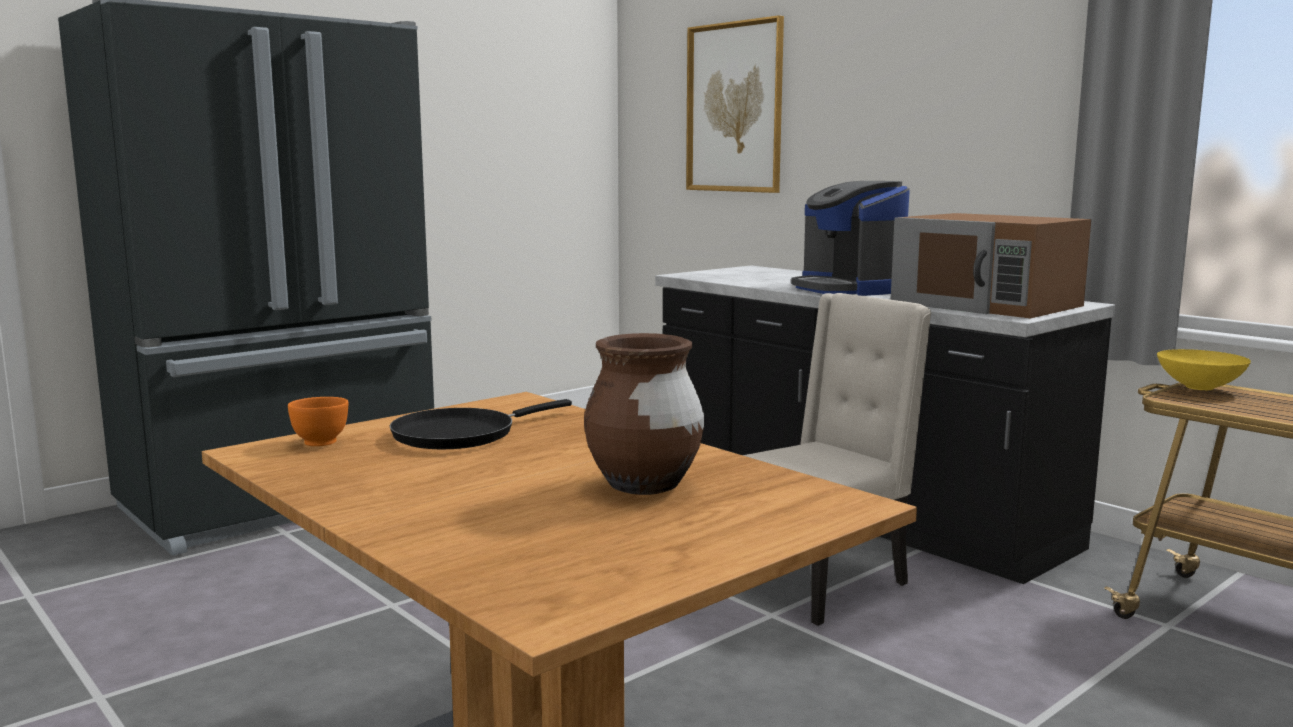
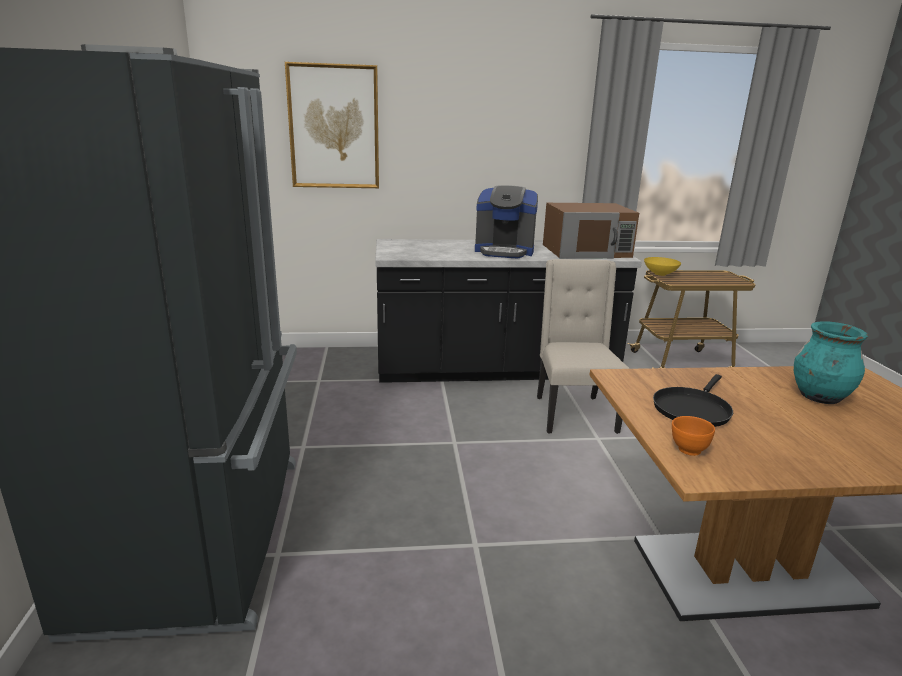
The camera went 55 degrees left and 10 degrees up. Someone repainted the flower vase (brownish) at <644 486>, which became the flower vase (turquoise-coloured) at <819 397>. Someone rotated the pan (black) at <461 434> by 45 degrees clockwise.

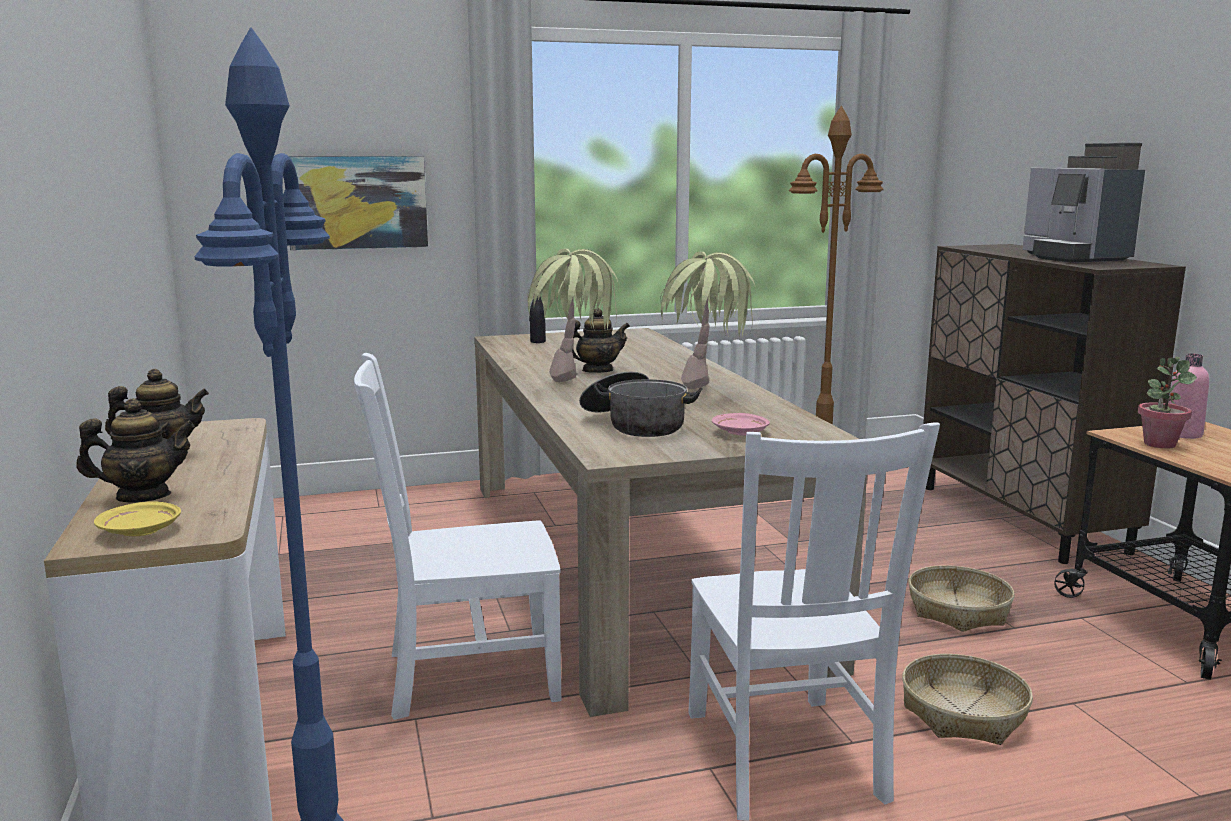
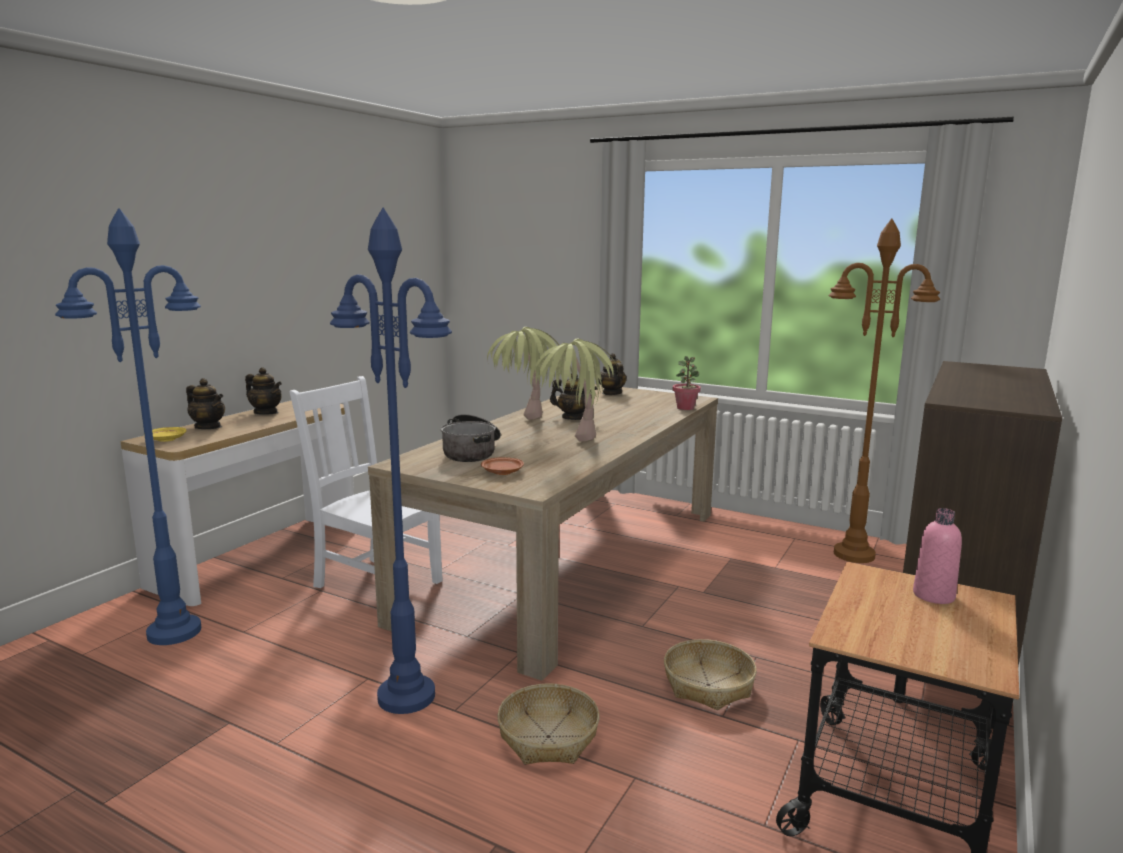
The camera went 45 degrees right and 0 degrees up. Someone took away the wall picture at <357 202>. Someone took away the coffee brewer at <1073 257>. Someone carried the houseplant from <1159 444> to <685 408>. Someone swapped the beverage bottle (black) at <537 341> for the tea pot at <611 393>. Someone swapped the chair (white-coloured) at <785 759> for the floor lamp (blue) at <405 696>. Someone repainted the dinner plate (pink-coloured) at <740 432>, which became the dinner plate (brownish) at <502 472>.

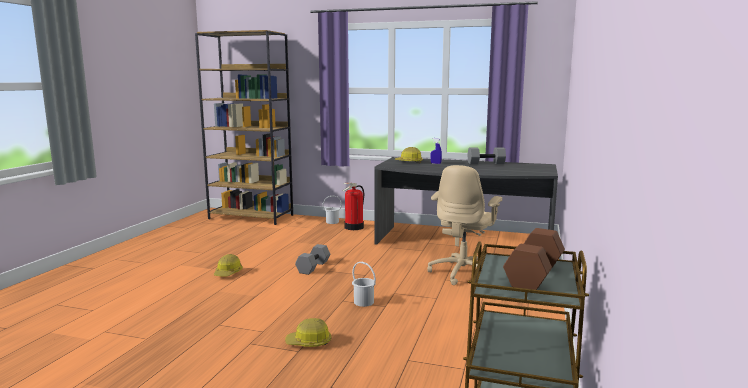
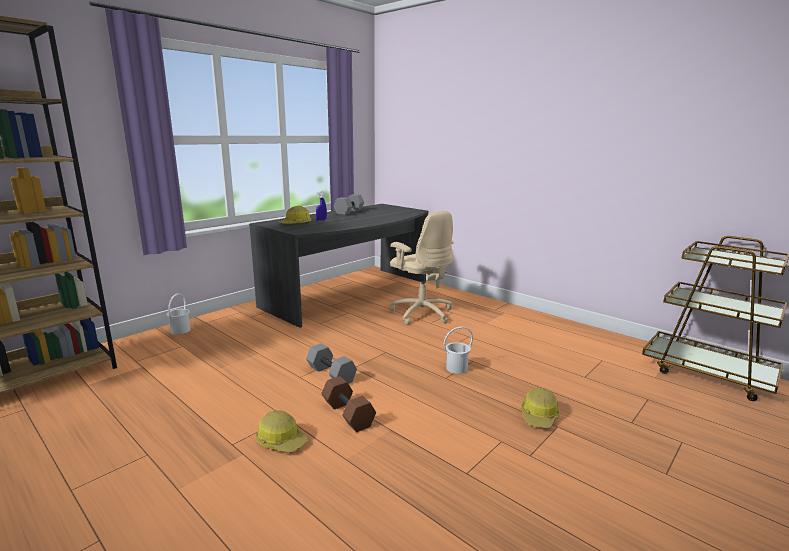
The camera went 65 degrees left and 5 degrees up. Someone took away the extinguisher at <354 227>. Someone carried the dumbbell (brownish) from <533 275> to <347 414>.

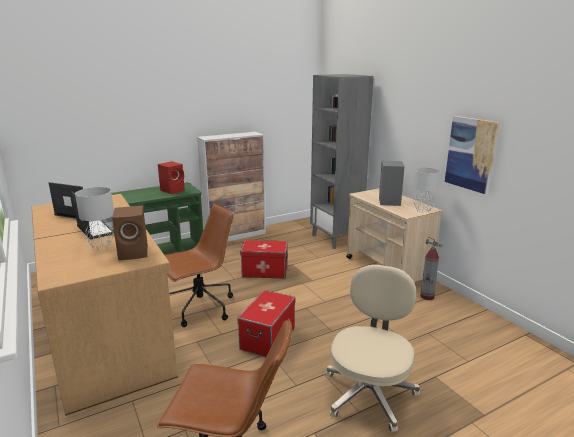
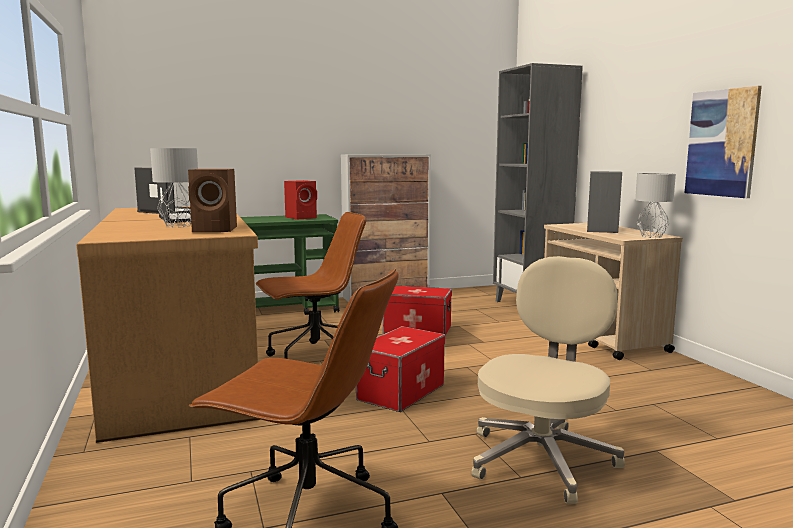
The camera went 10 degrees right and 10 degrees down. Someone took away the extinguisher at <427 296>.

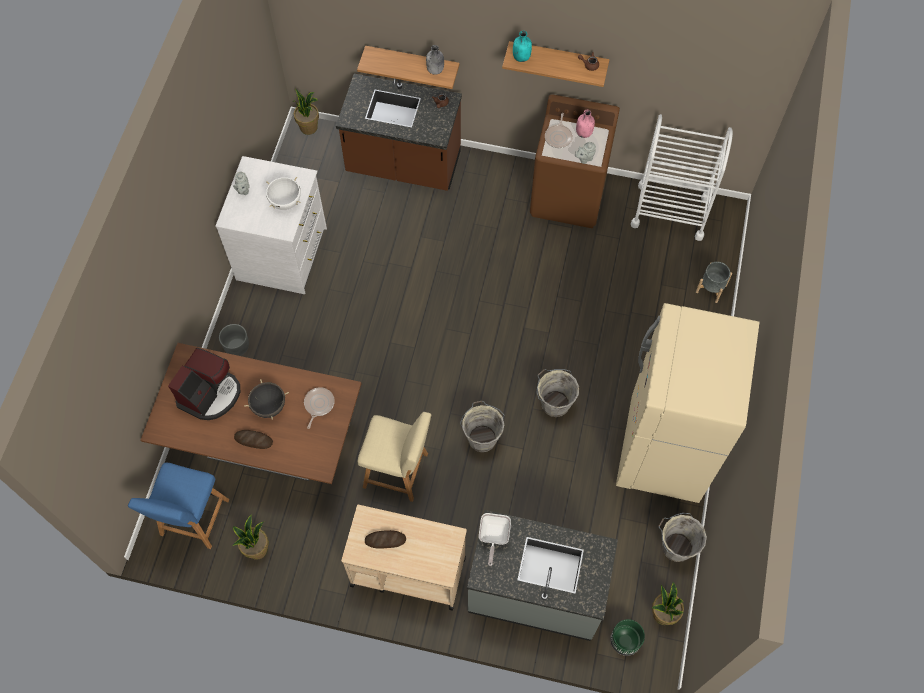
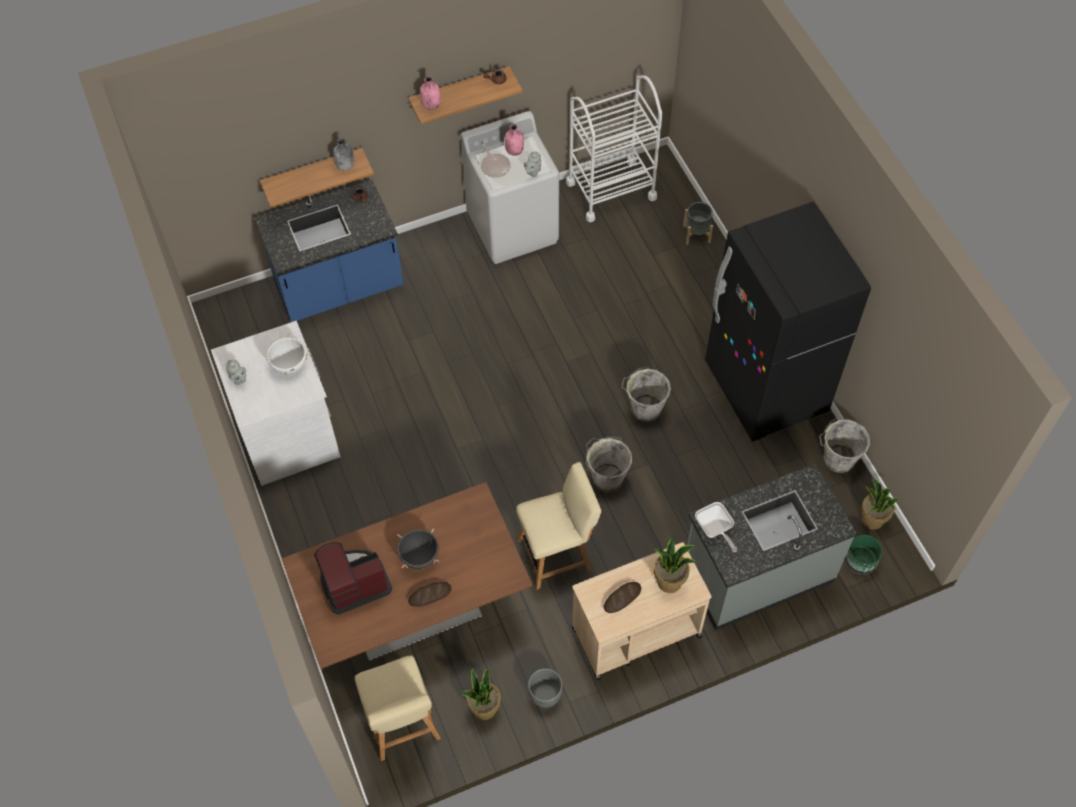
The camera went 35 degrees left and 5 degrees down. Someone took away the pan at <318 405>. Someone carried the flower pot (grey) from <237 346> to <545 694>. Someone carried the houseplant from <309 127> to <669 581>. Someone repainted the chair (blue) at <193 521>, which became the chair (sand-coloured) at <402 725>. Someone repainted the counter (brownish) at <403 165>, which became the counter (blue) at <339 287>. Someone repainted the beverage bottle (turquoise-coloured) at <521 57>, which became the beverage bottle (pink-coloured) at <431 105>. Someone repainted the washing machine (brownish) at <568 196>, which became the washing machine (white-coloured) at <513 228>. Someone repainted the refrigerator (sand-coloured) at <663 450>, which became the refrigerator (black) at <765 389>. Someone rotated the coffee brewer at <210 394> by 105 degrees counterclockwise.

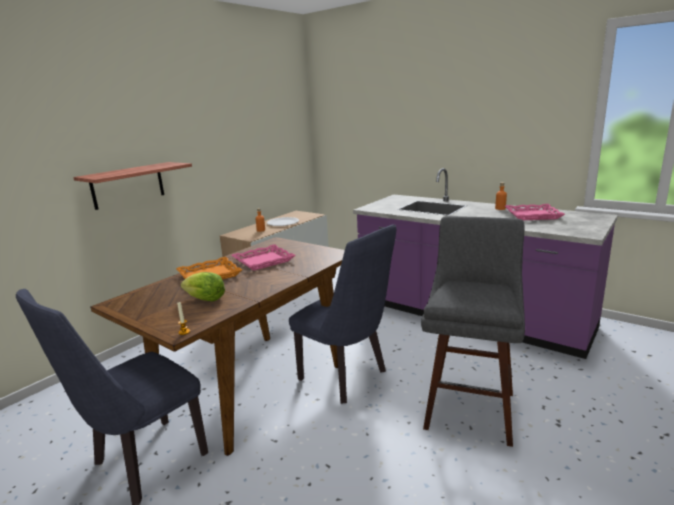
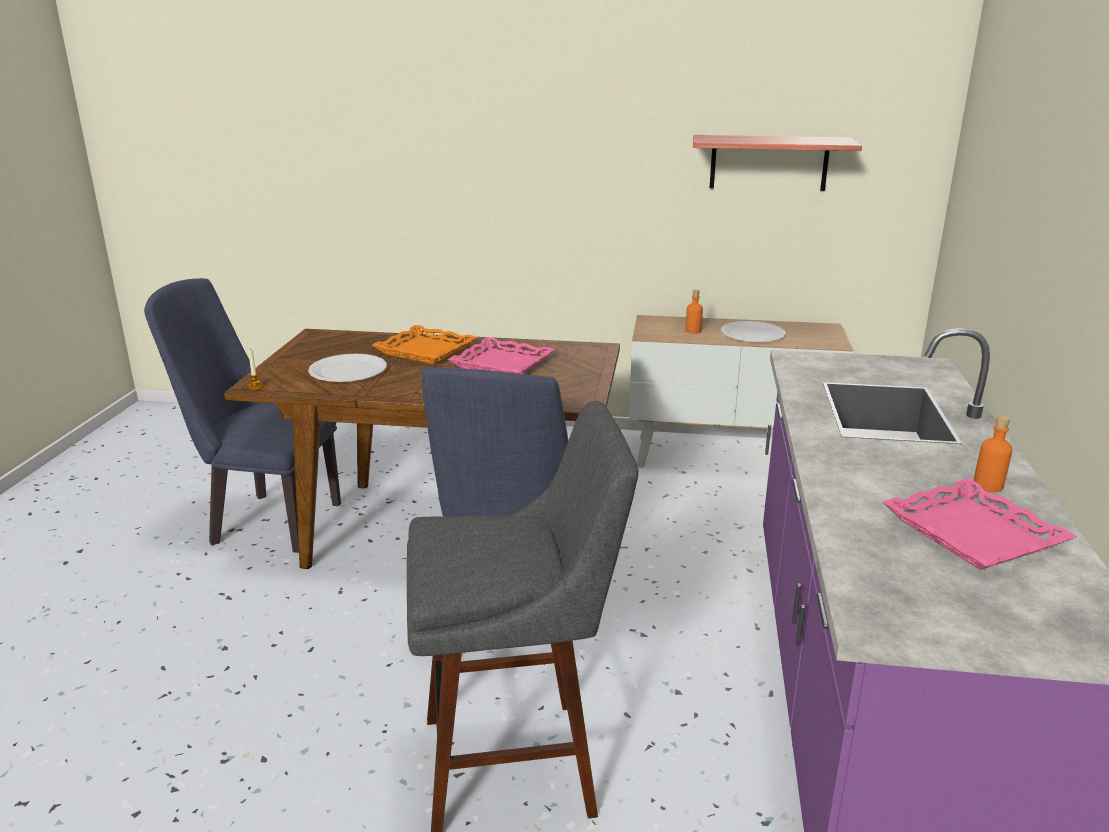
The camera went 60 degrees right and 5 degrees up. Someone carried the bracket shelf from <128 185> to <769 162>. Someone swapped the lettuce at <205 299> for the dinner plate (white-coloured) at <348 371>.

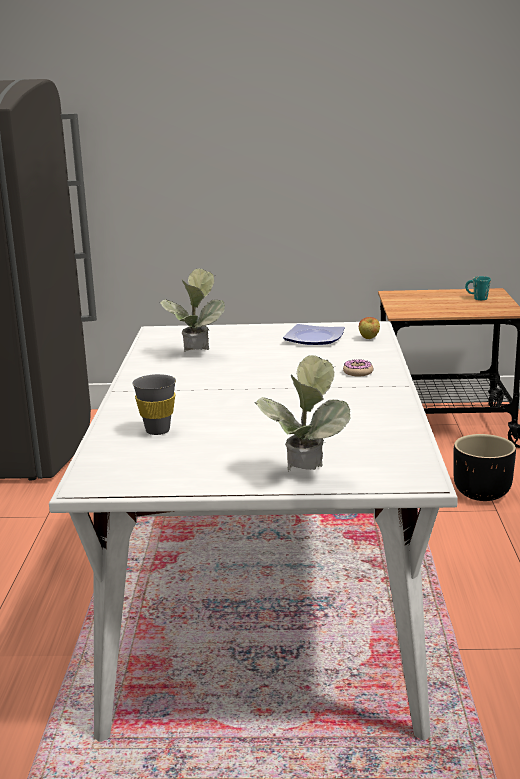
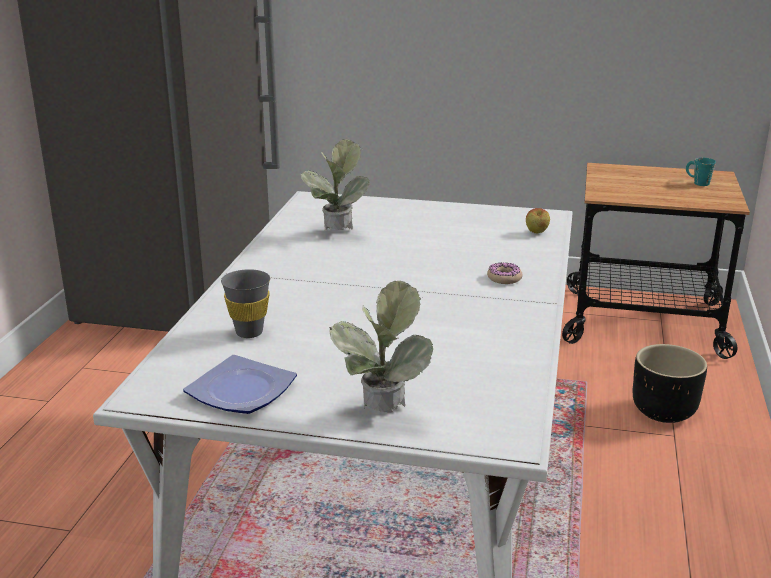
The camera went 10 degrees right and 5 degrees up. Someone carried the dinner plate from <313 338> to <241 390>.

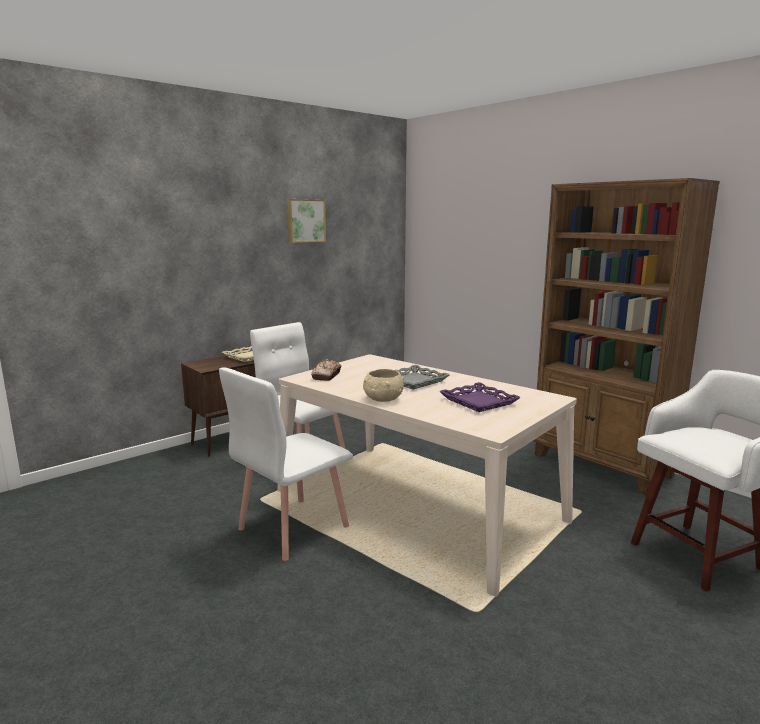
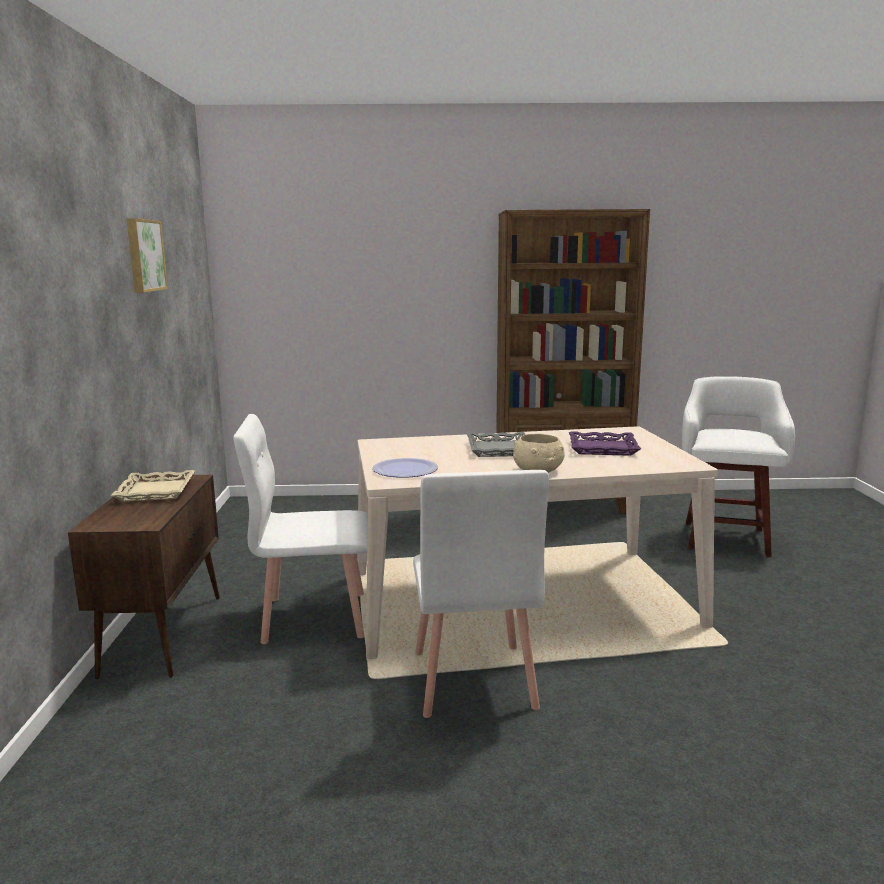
The camera went 50 degrees left and 0 degrees up. Someone swapped the bakery bread at <327 375> for the dinner plate at <405 470>.

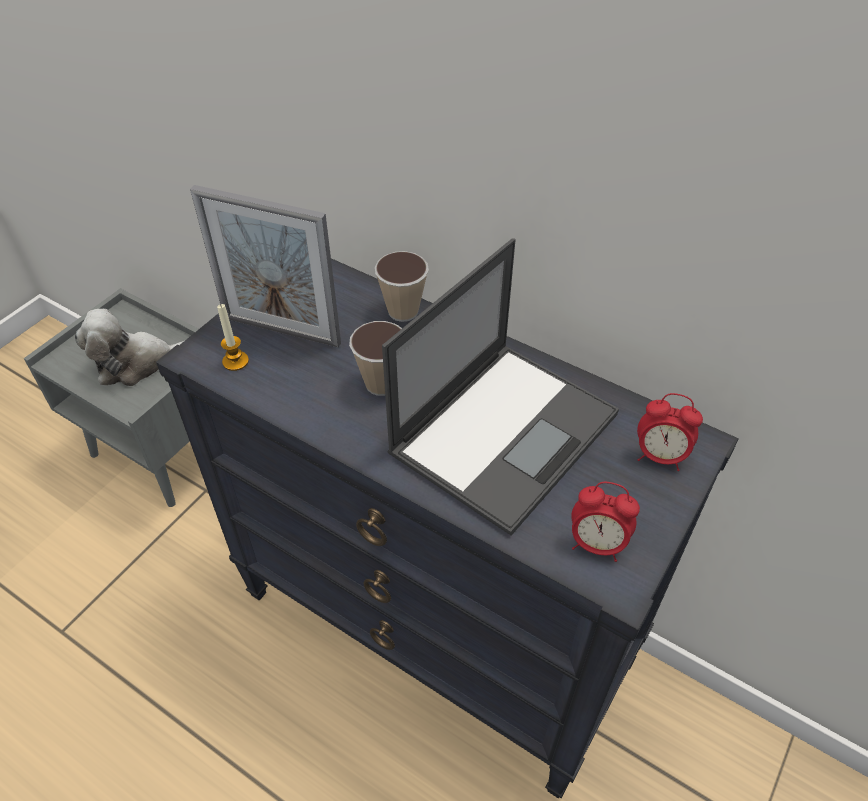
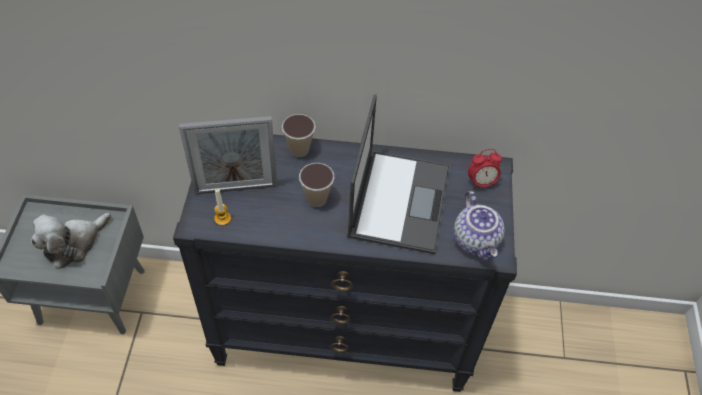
The camera went 30 degrees left and 5 degrees up. Someone swapped the alarm clock at <596 544> for the tea pot at <477 241>.

